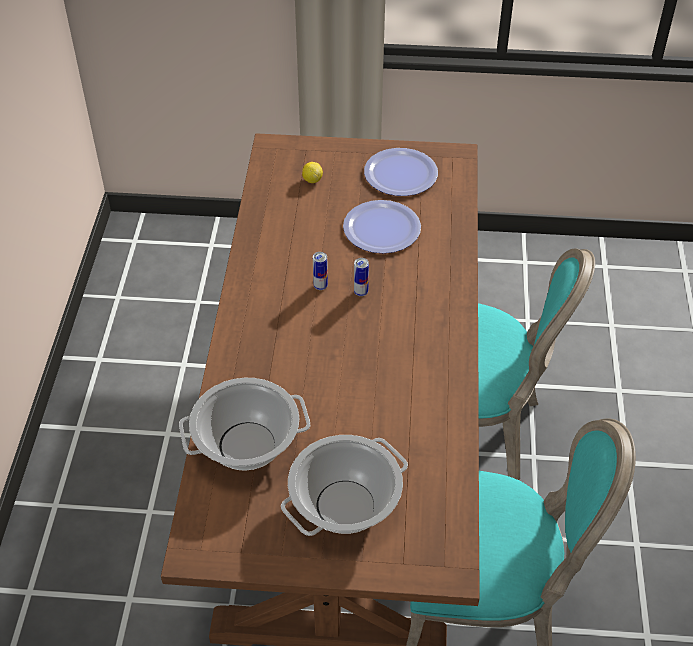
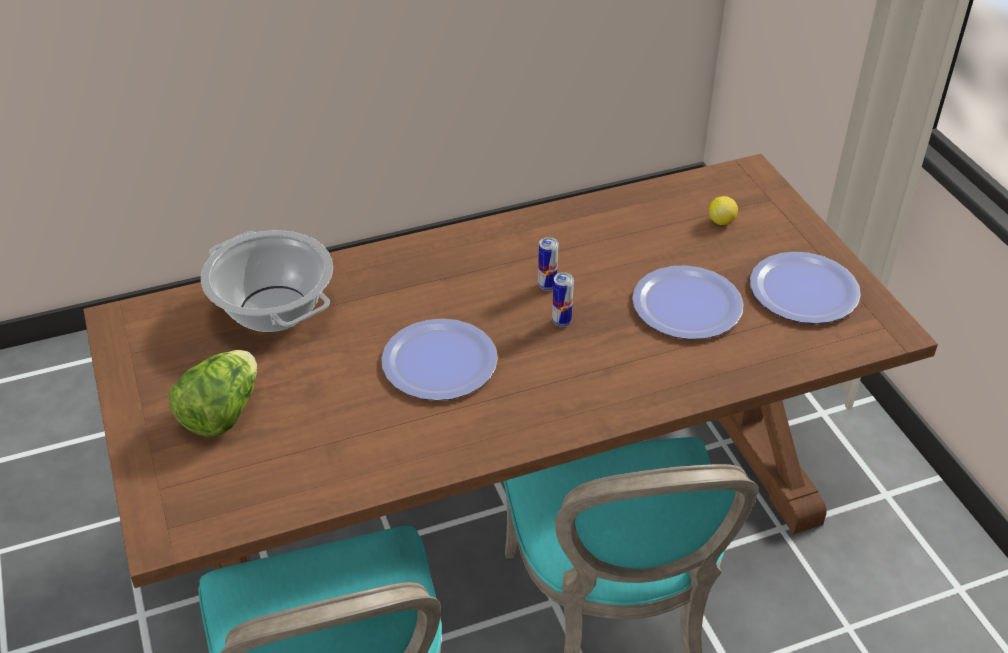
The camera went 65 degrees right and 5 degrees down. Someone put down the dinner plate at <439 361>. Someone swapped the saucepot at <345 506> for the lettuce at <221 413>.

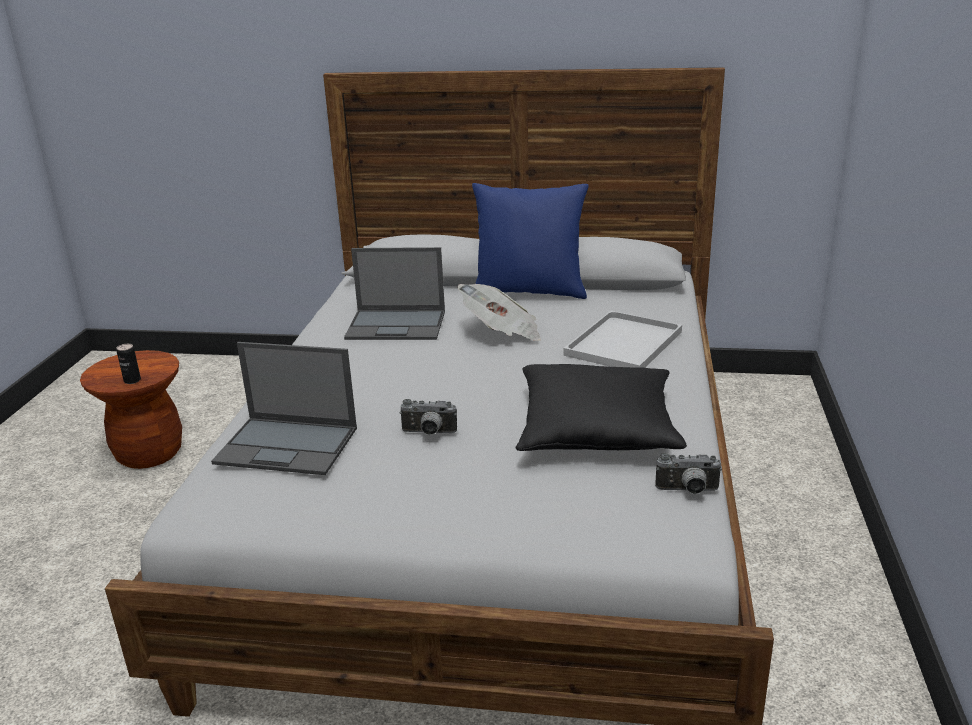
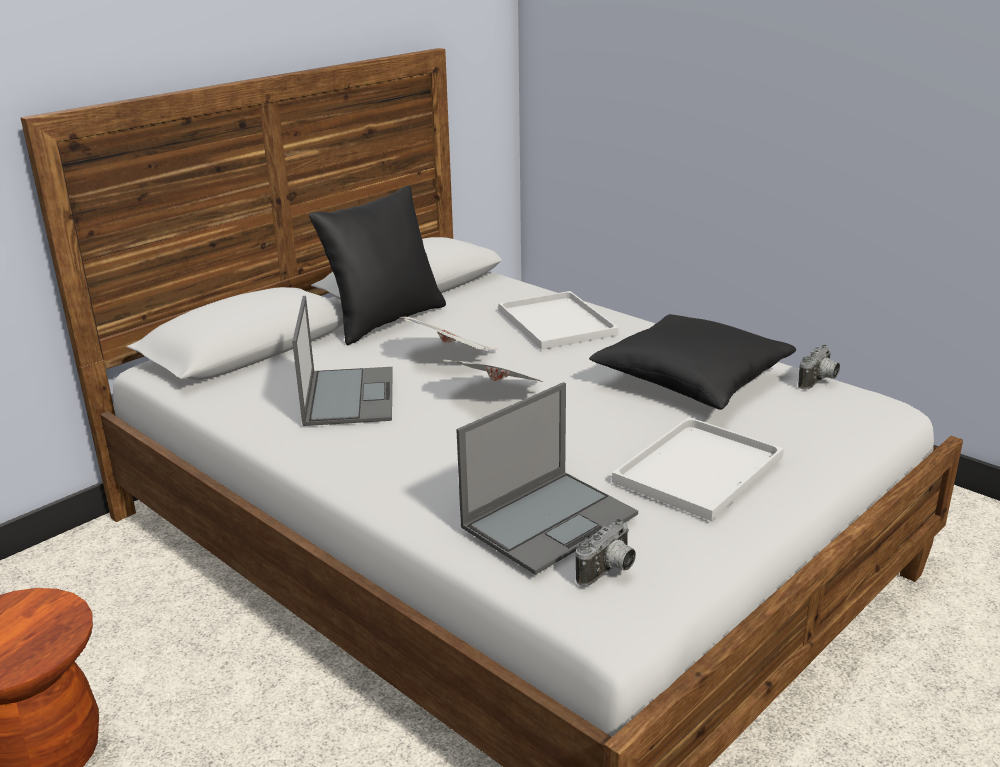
The camera went 55 degrees left and 0 degrees up. Someone took away the sealed can at <132 380>. Someone put down the printed paper at <499 396>. Someone put down the tray (white-coloured) at <698 468>. Someone carried the still camera from <428 433> to <609 571>. Someone repainted the pillow (blue) at <530 292>, which became the pillow (black) at <385 321>. Someone rotated the notebook computer at <397 325> by 45 degrees counterclockwise.

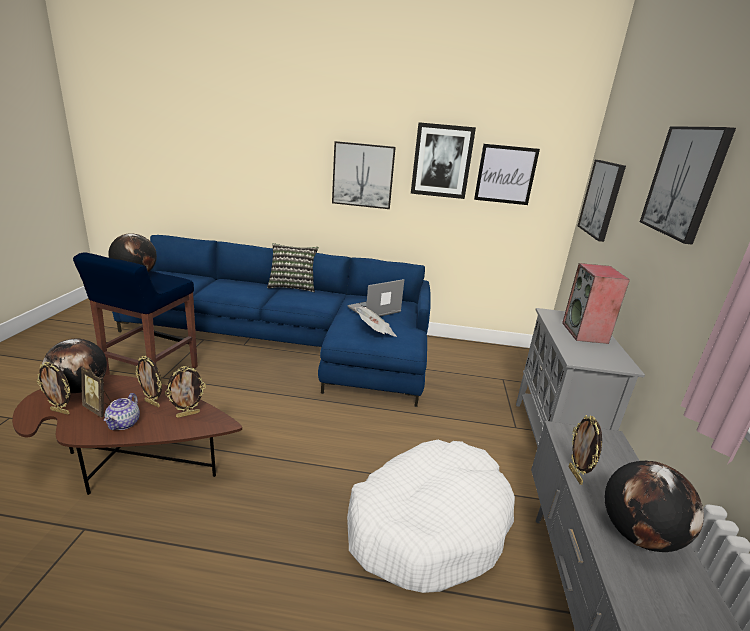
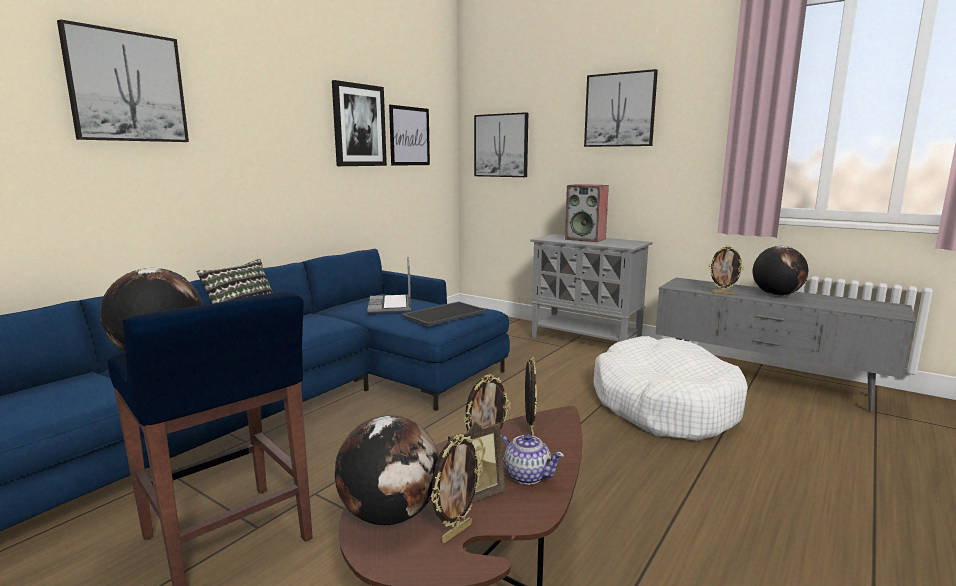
The camera went 60 degrees left and 10 degrees down. Someone carried the wall picture from <363 175> to <127 87>. Someone swapped the printed paper at <375 332> for the tray at <444 313>.

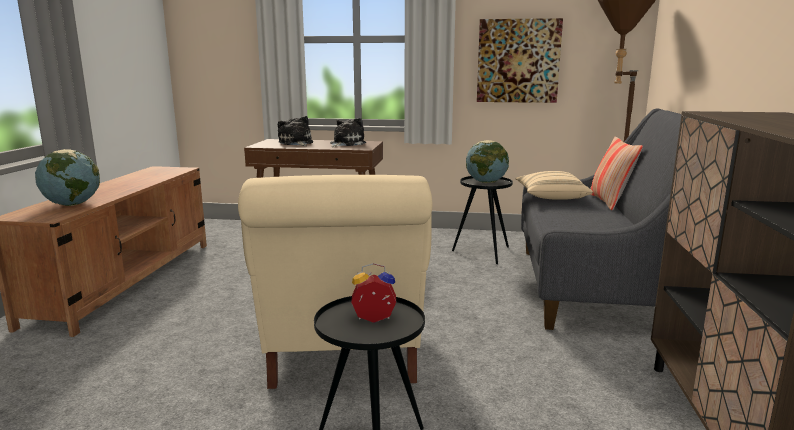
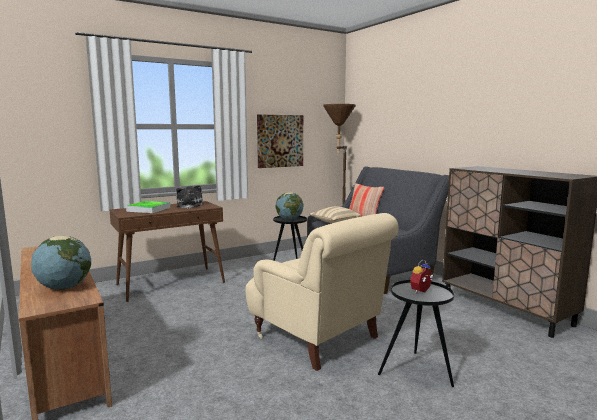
The camera went 40 degrees left and 5 degrees down. Someone swapped the cuddly toy at <296 143> for the tray at <148 209>.

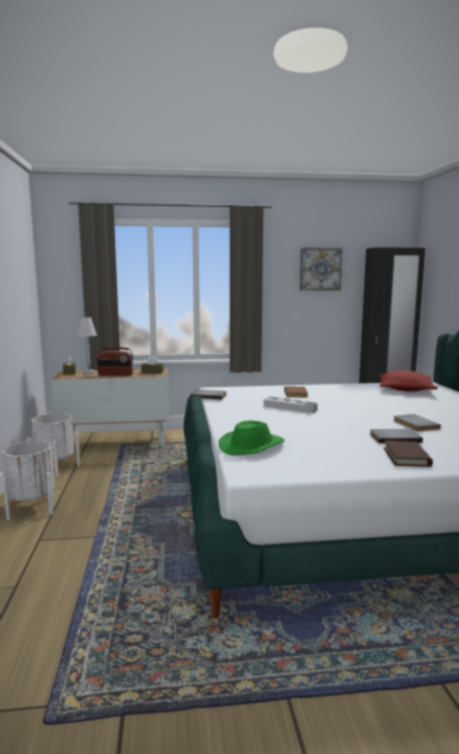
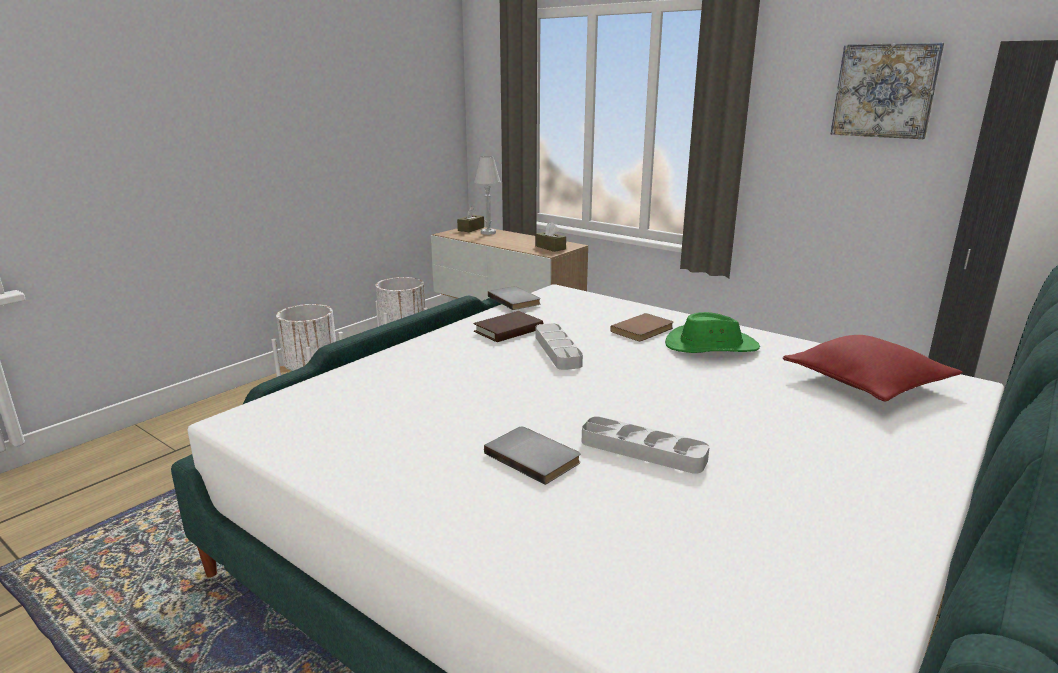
The camera went 45 degrees right and 10 degrees up. Someone took away the radio receiver at <115 375>. Someone carried the hat (greenish) from <252 446> to <710 346>. Someone carried the volume (brownish) from <406 457> to <508 330>. Someone swapped the volume (grey) at <414 424> for the tray (grey) at <642 450>.

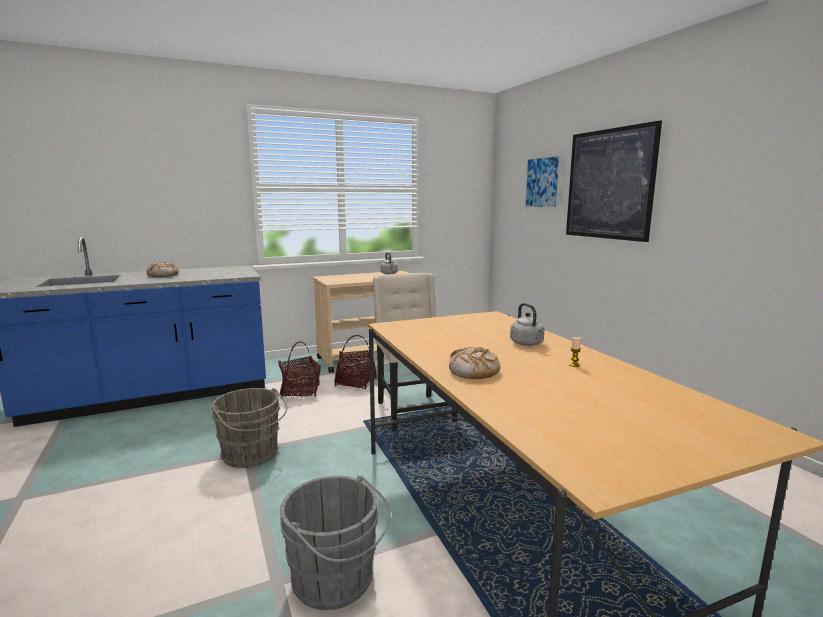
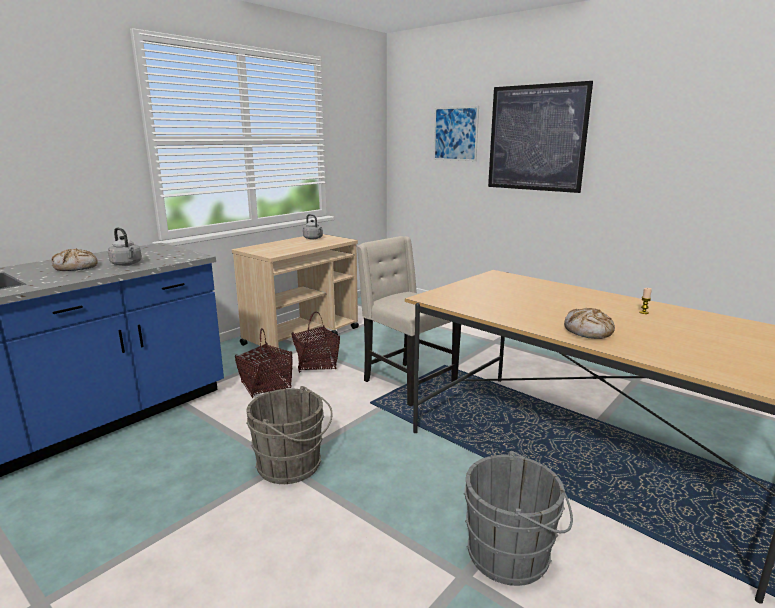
The camera went 25 degrees left and 5 degrees up. Someone carried the water kettle (grey) from <527 344> to <127 264>.

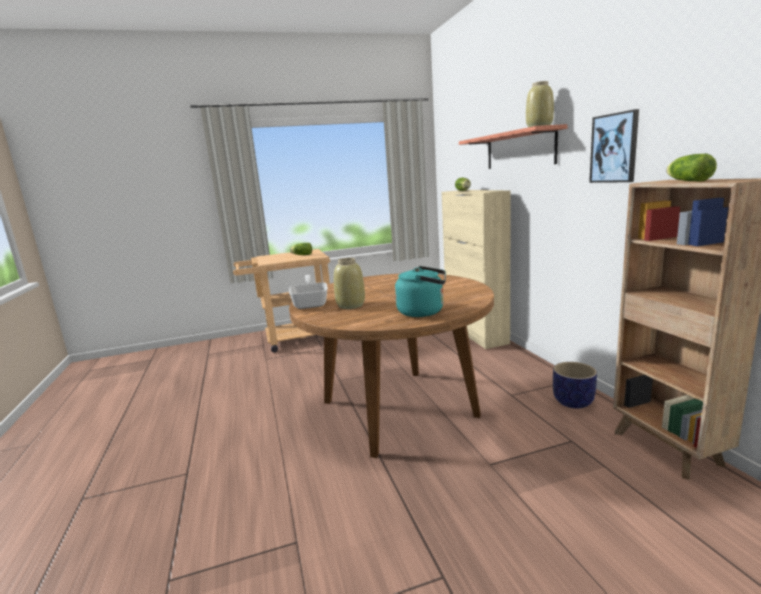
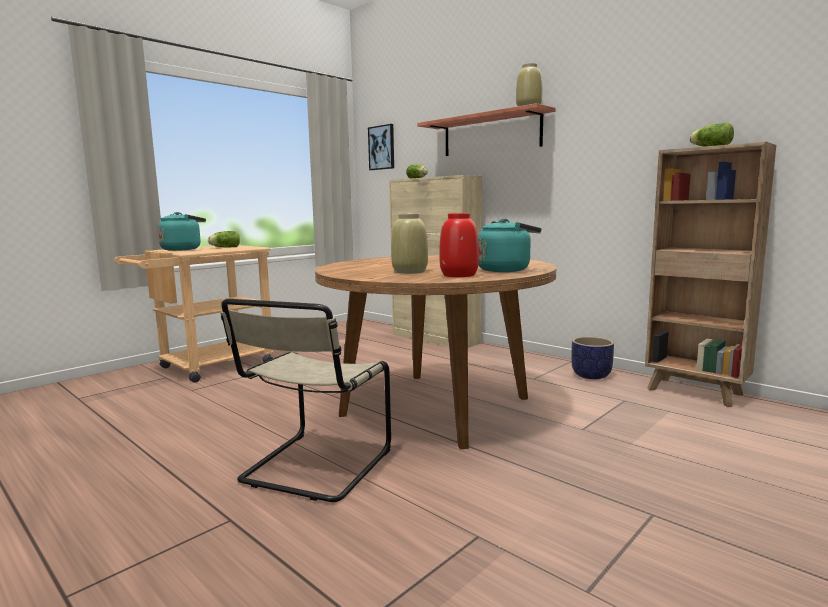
The camera went 30 degrees left and 5 degrees down. Someone took away the pan at <311 303>. Someone put down the water kettle (turquoise-coloured) at <183 249>. Someone put down the chair (sand-coloured) at <314 468>. Someone put down the flower vase (reddish) at <459 275>. Someone carried the wall picture from <614 148> to <382 147>.

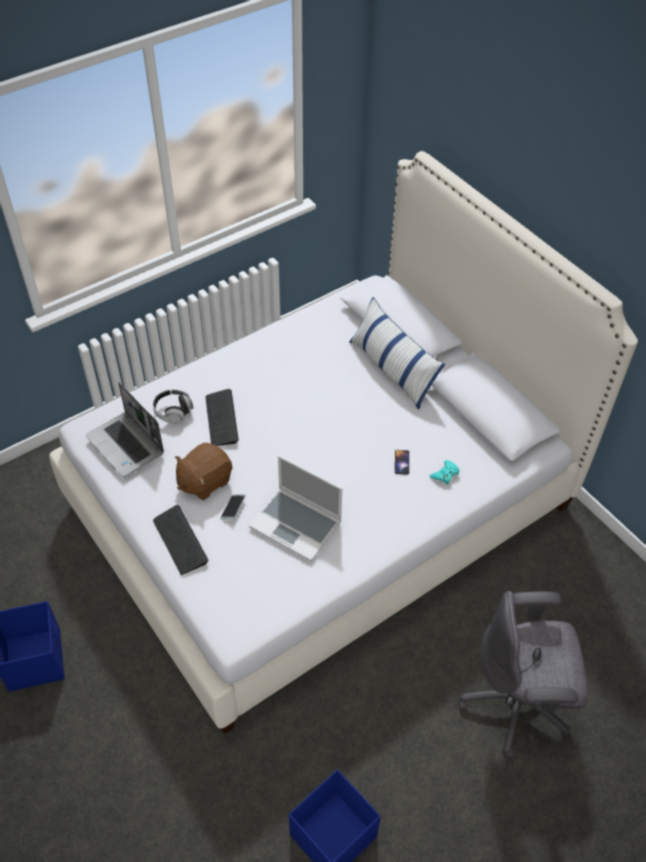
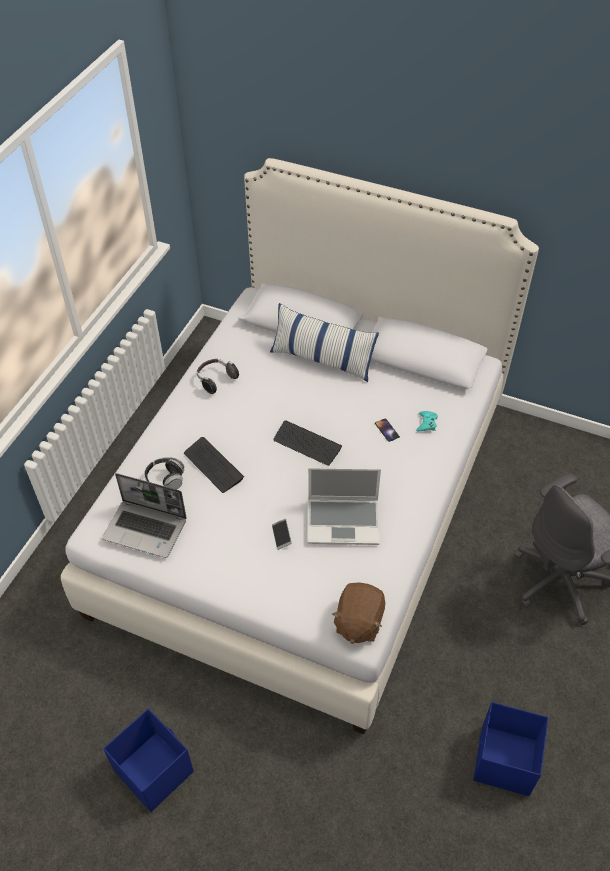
The camera went 30 degrees left and 0 degrees up. Someone put down the headset at <216 380>. Someone carried the keyboard from <180 541> to <307 444>. Someone carried the cuddly toy (brownish) from <204 481> to <358 622>.

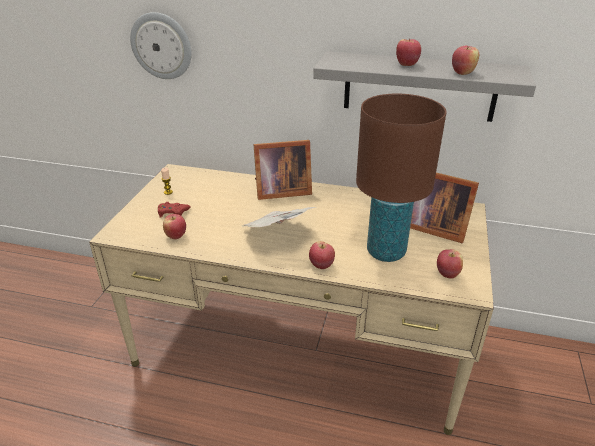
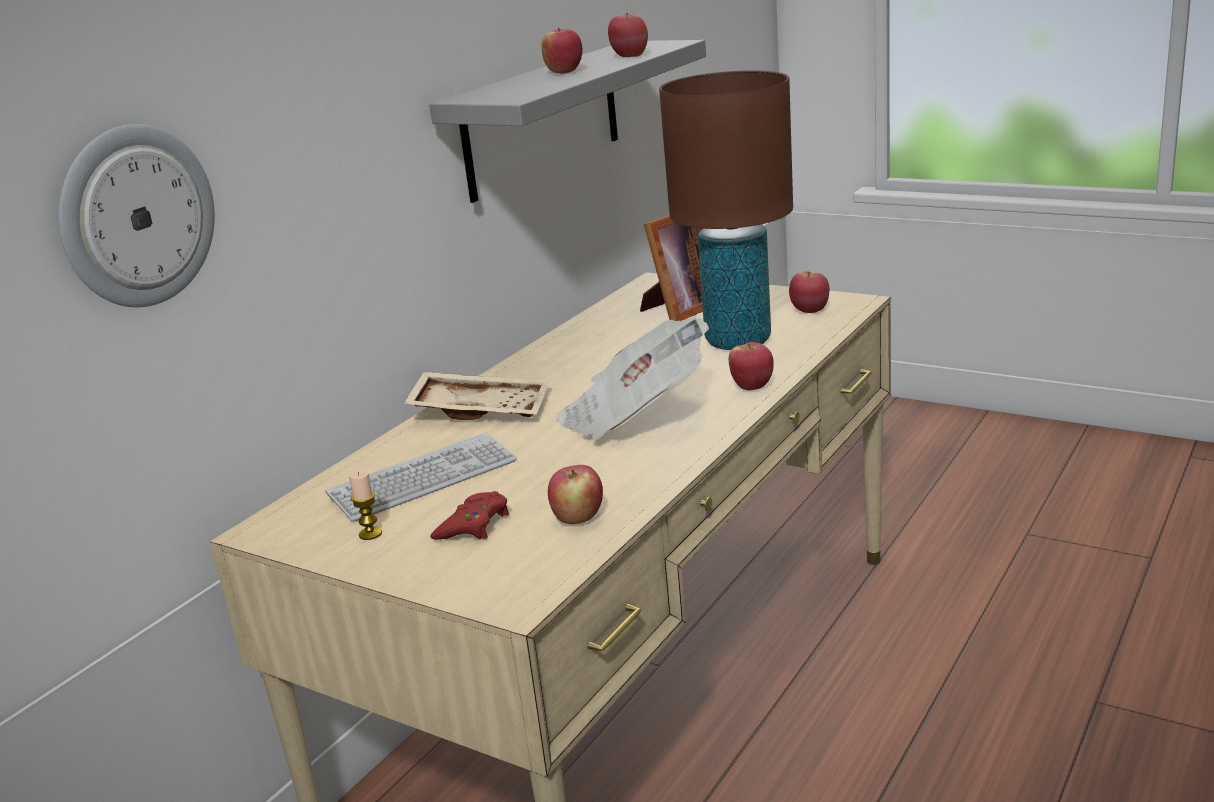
The camera went 70 degrees left and 10 degrees down. Someone put down the keyboard at <423 479>. Someone swapped the photo frame at <280 191> for the tray (sand-coloured) at <481 409>.

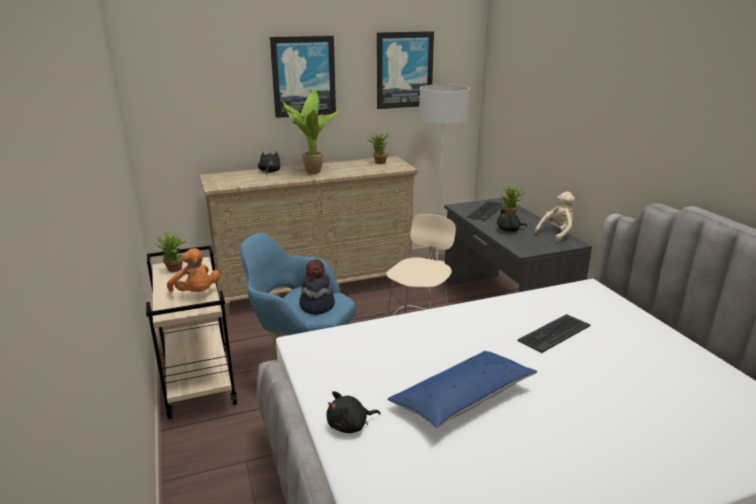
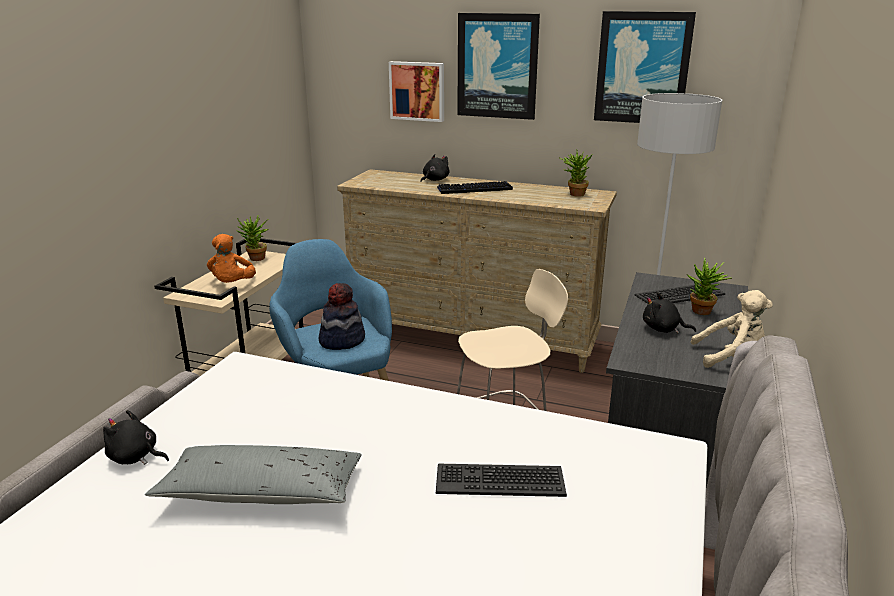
The camera went 40 degrees right and 0 degrees up. Someone put up the wall picture at <417 91>. Someone swapped the houseplant at <311 172> for the keyboard at <474 189>. Someone repainted the pillow (blue) at <462 399>, which became the pillow (grey) at <262 492>.

